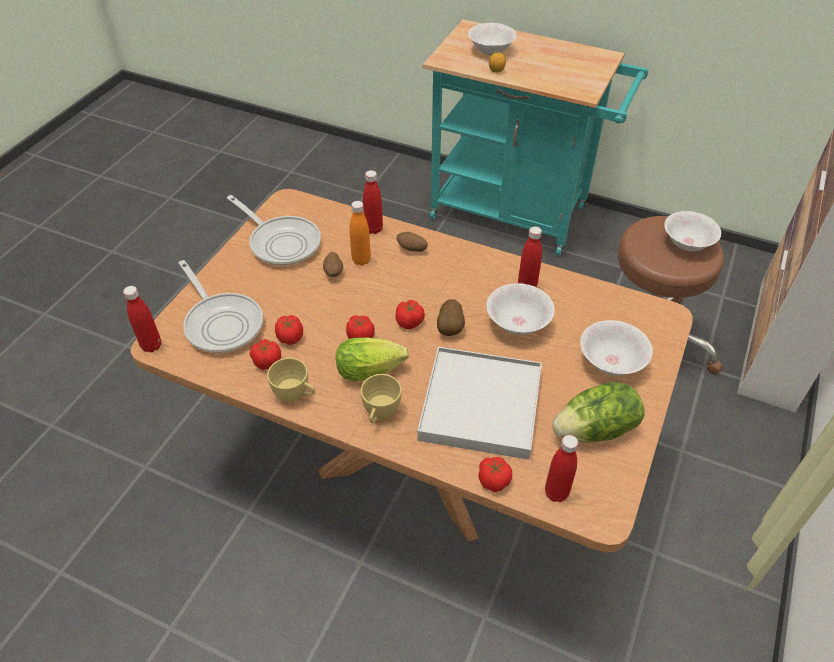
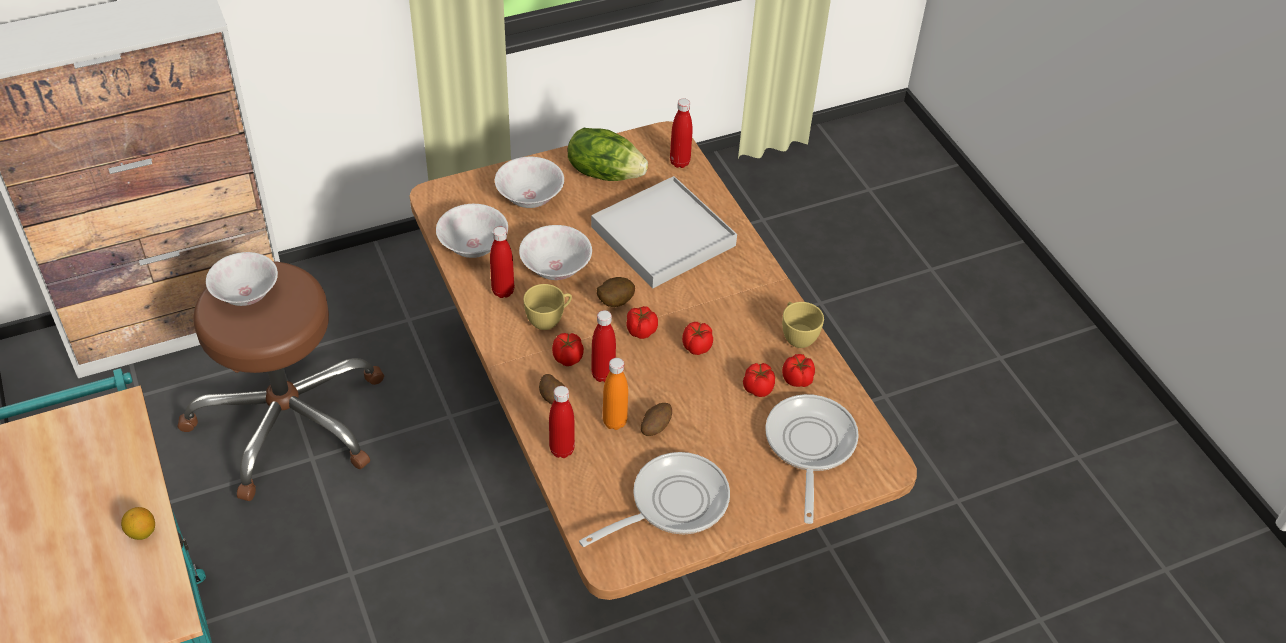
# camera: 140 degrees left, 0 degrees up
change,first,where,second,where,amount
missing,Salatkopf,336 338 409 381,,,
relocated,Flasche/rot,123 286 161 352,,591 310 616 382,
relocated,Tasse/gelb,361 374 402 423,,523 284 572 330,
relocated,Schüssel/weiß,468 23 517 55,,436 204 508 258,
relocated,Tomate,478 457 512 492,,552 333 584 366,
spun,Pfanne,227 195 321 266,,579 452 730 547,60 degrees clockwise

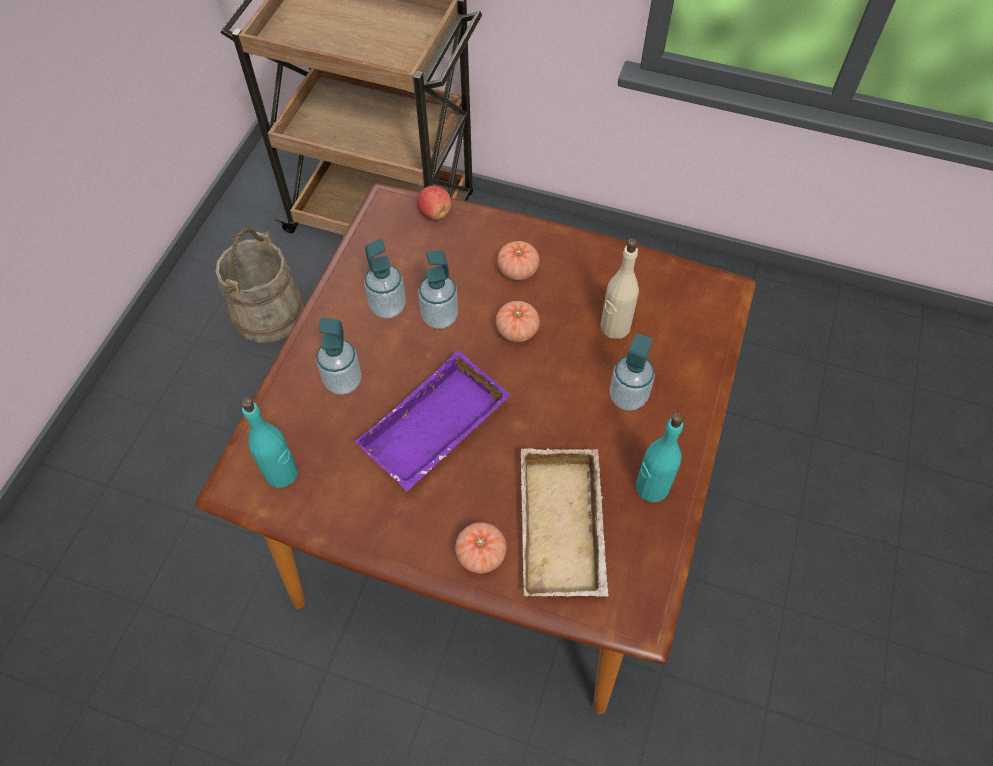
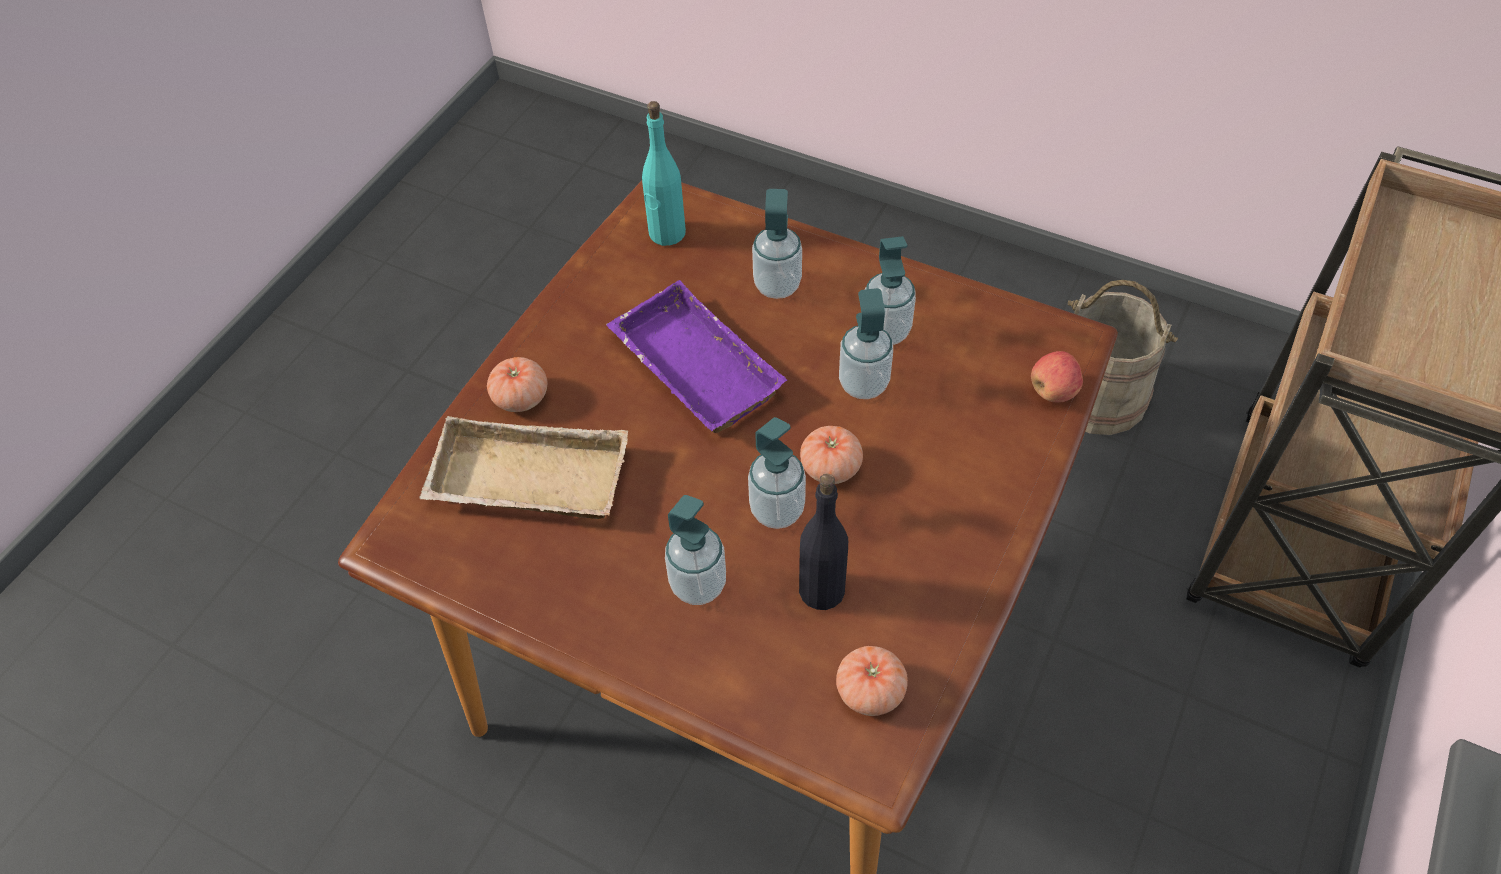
# camera: 100 degrees right, 5 degrees down
change,first,where,second,where,amount
missing,Flasche/türkis,636 413 684 502,,,
appeared,,,Seifenspender,748 417 806 529,
relocated,Tomate,497 241 539 280,,836 646 908 716,
colour,Flasche/beige,600 238 639 339,Flasche/schwarz,799 474 848 610,

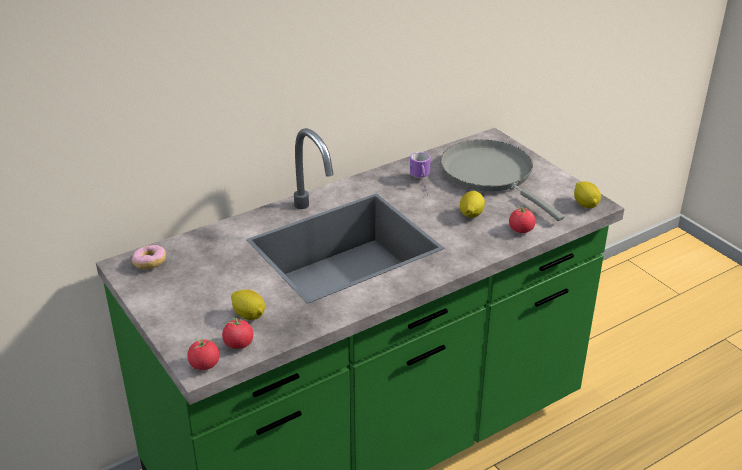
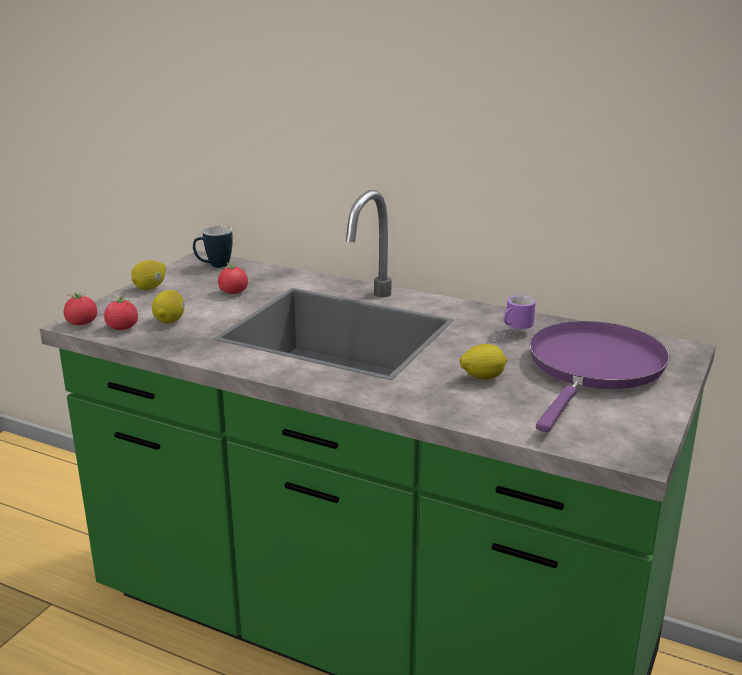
# camera: 60 degrees right, 10 degrees down
change,first,where,second,where,amount
relocated,Tomate,509 205 535 233,,218 261 248 294,
relocated,Zitrone,574 181 601 208,,131 260 166 290,
exchanged,Donut,132 245 166 269,Henkelbecher,193 226 233 268,
colour,Pfanne/grau,441 140 565 221,Pfanne/lila,529 321 670 432,

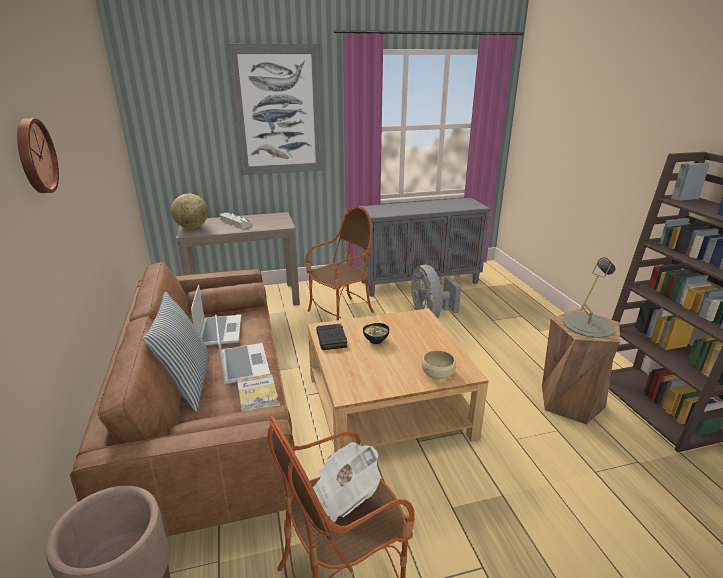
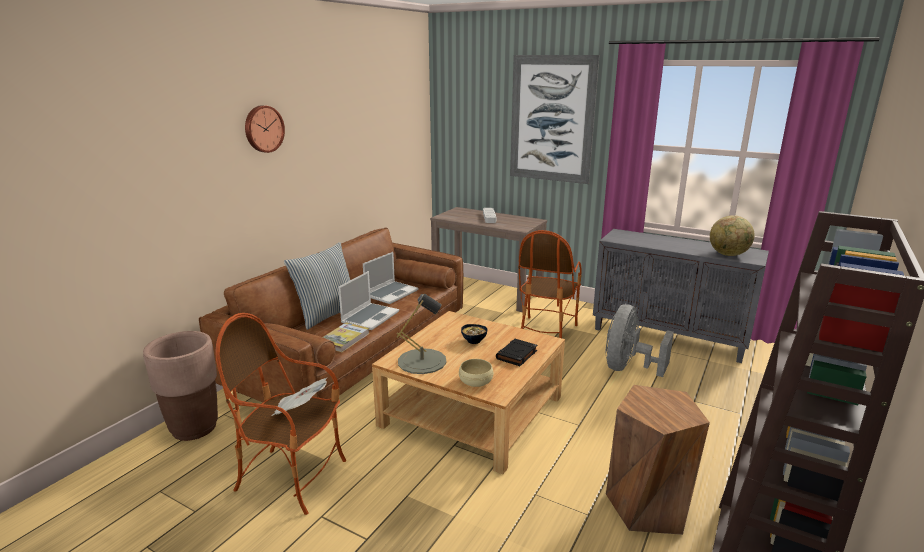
# camera: 45 degrees right, 5 degrees down
change,first,where,second,where,amount
relocated,Globus,171 193 208 229,,710 215 755 256,
relocated,Buch/schwarz,316 324 347 350,,496 339 537 366,
relocated,Tischlampe/grau,563 257 616 338,,397 293 447 374,
spun,Sessel,305 206 374 320,,518 230 582 338,105 degrees clockwise

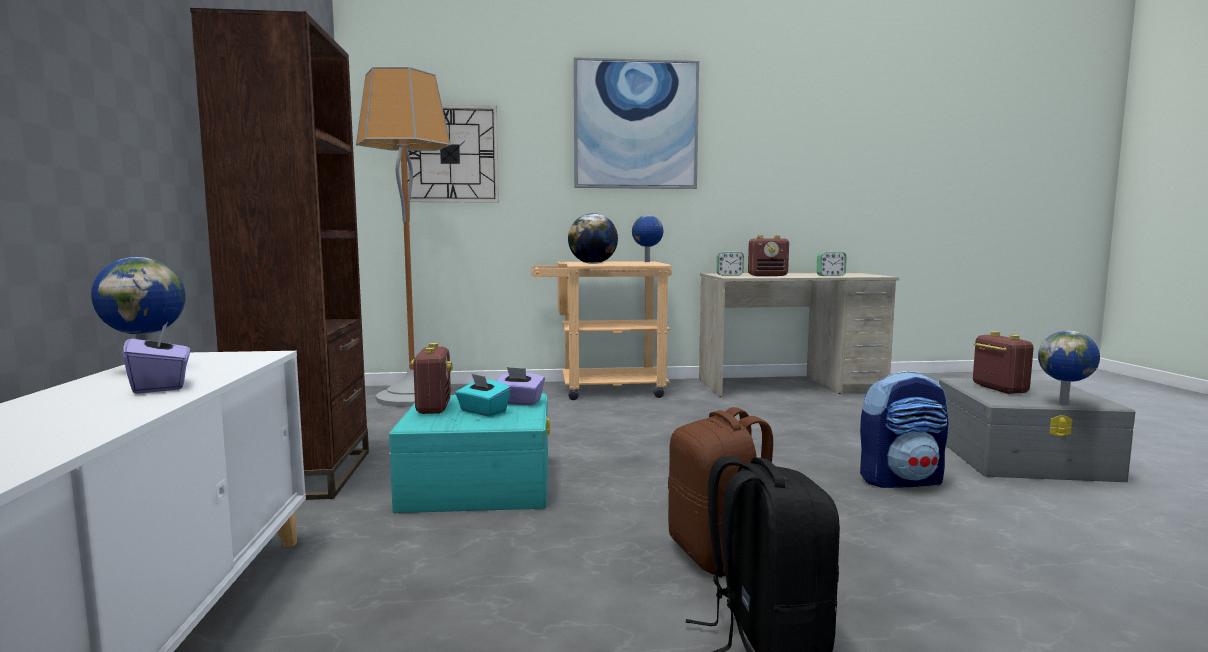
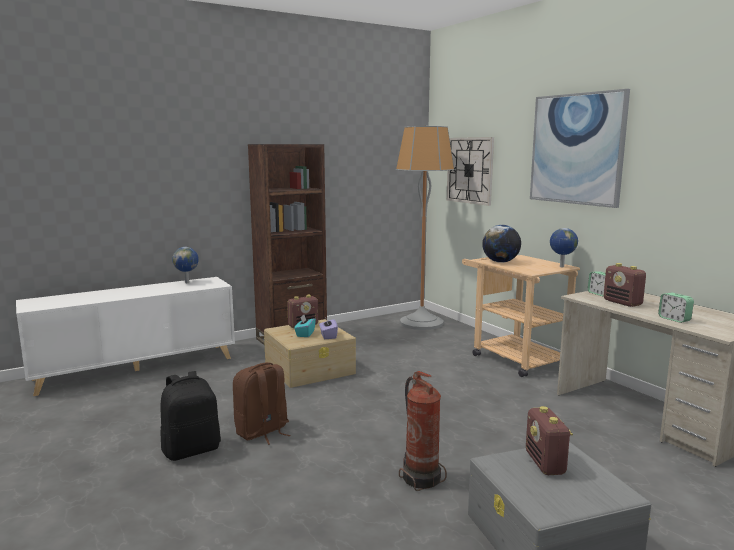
# camera: 65 degrees right, 5 degrees up
change,first,where,second,where,amount
missing,Taschentuchbox/lila,123 322 190 394,,,
missing,Globus,1038 331 1100 405,,,
exchanged,Rucksack,860 371 949 488,Feuerlöscher,399 371 447 491,
colour,Aufbewahrungsbox/türkis,389 393 550 513,Aufbewahrungsbox/beige,264 319 356 388,
spun,Radio,973 331 1034 394,,526 406 573 475,120 degrees clockwise

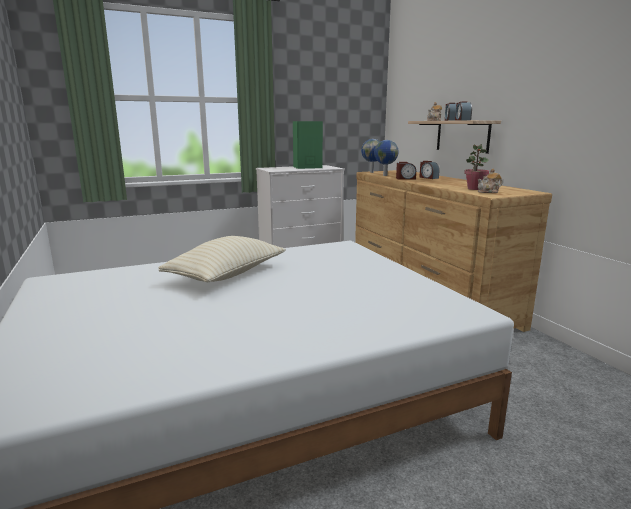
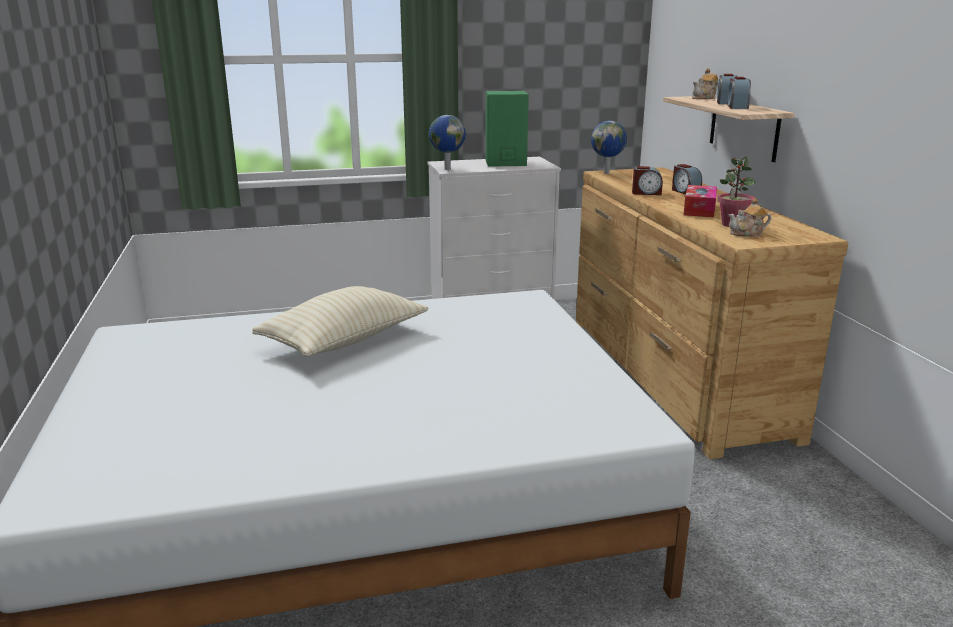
# camera: 10 degrees right, 5 degrees up
change,first,where,second,where,amount
appeared,,,Taschentuchbox,684 185 717 217,
relocated,Globus,374 140 399 176,,429 115 466 170,

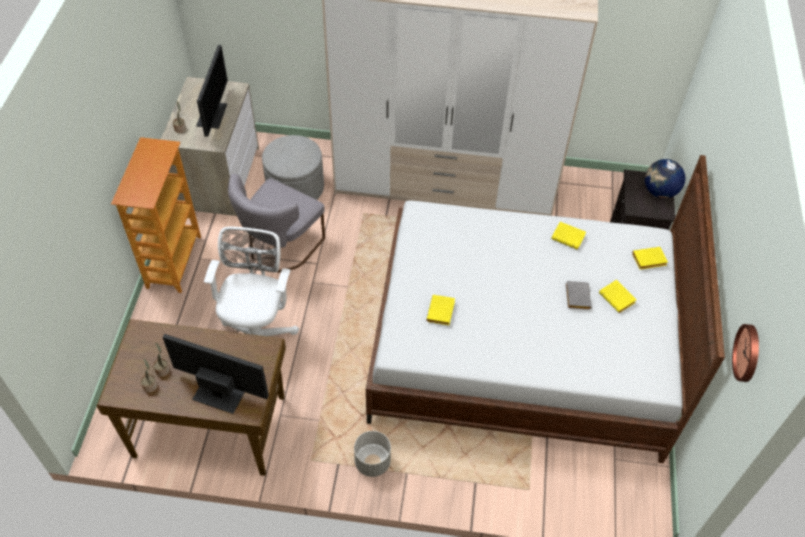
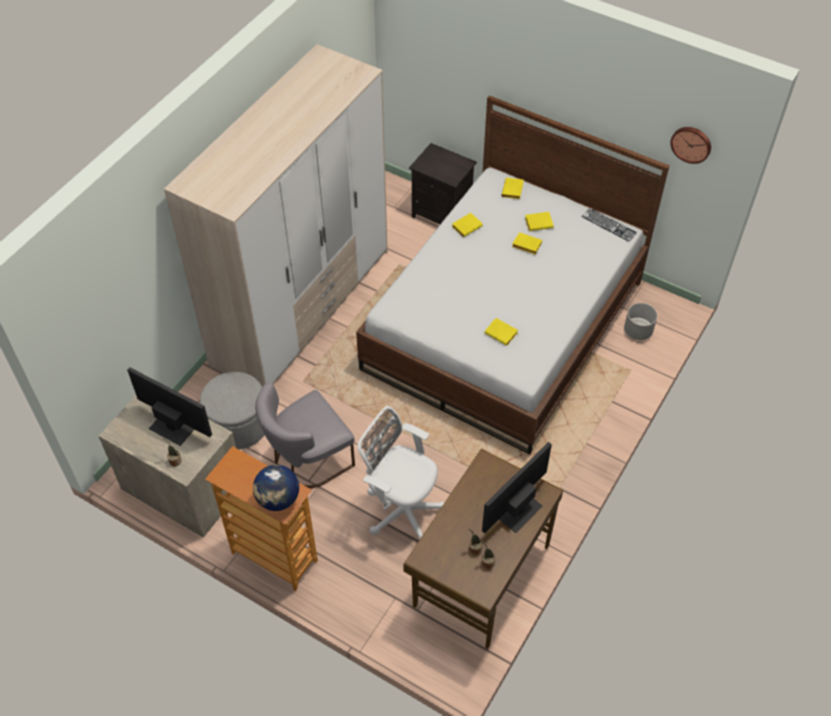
# camera: 65 degrees left, 0 degrees up
change,first,where,second,where,amount
appeared,,,Tastatur,582 208 637 242,
relocated,Pflanzkübel/grau,354 431 391 477,,624 303 657 340,
relocated,Globus,645 159 685 198,,253 465 299 511,
colour,Buch/grau,566 281 591 310,Buch/gelb,512 232 542 254,
spun,Stuhl/grau,228 174 325 273,,255 382 355 488,90 degrees clockwise

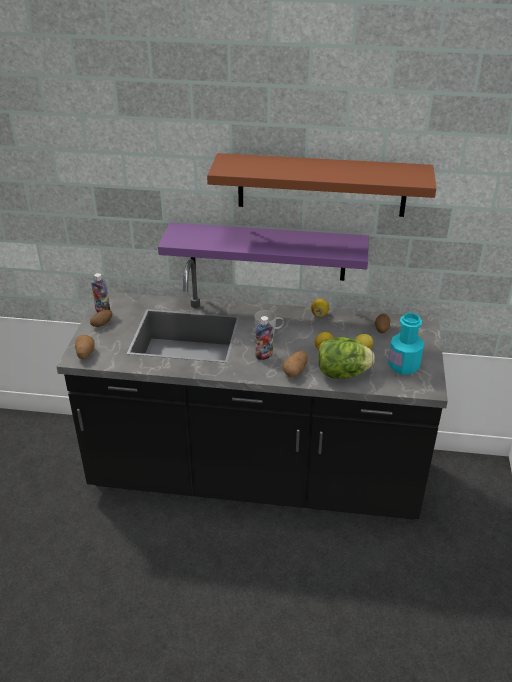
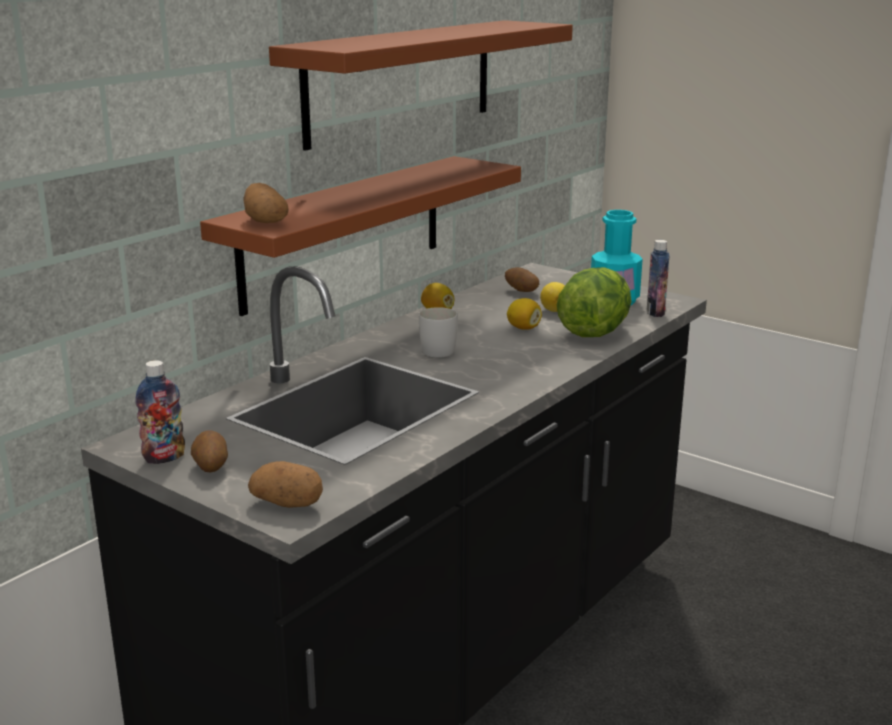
# camera: 60 degrees left, 15 degrees down
change,first,where,second,where,amount
relocated,Flasche,255 316 273 360,,646 240 670 317,
relocated,Kartoffel,283 351 308 377,,243 183 289 223,
colour,Wandregal/lila,158 223 369 281,Wandregal/braun,200 156 521 316,

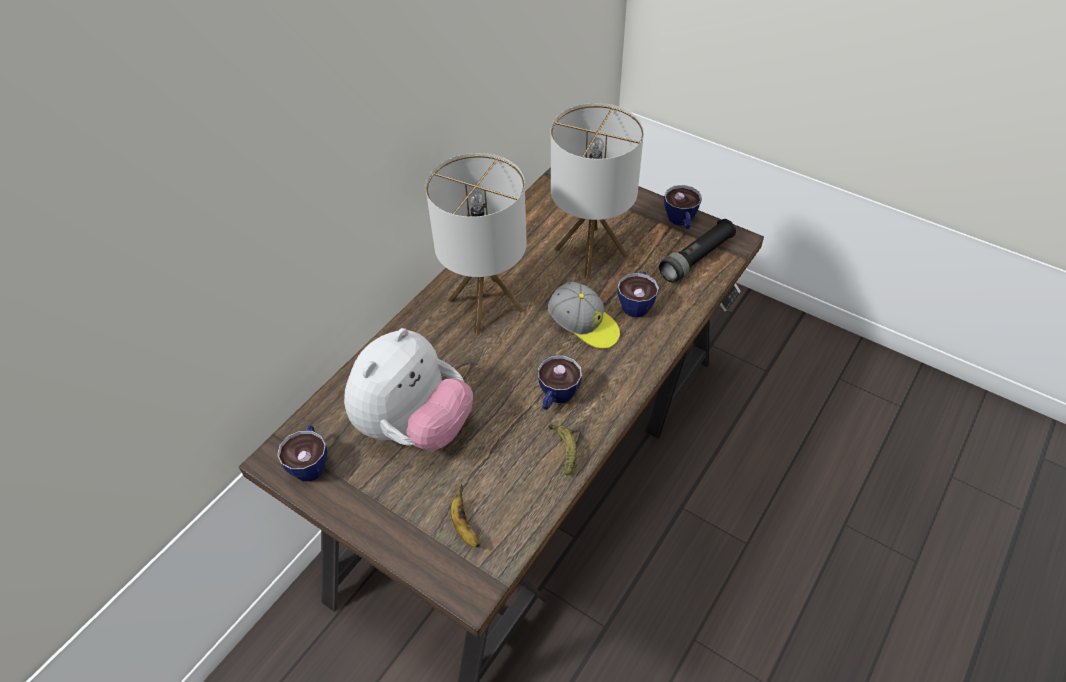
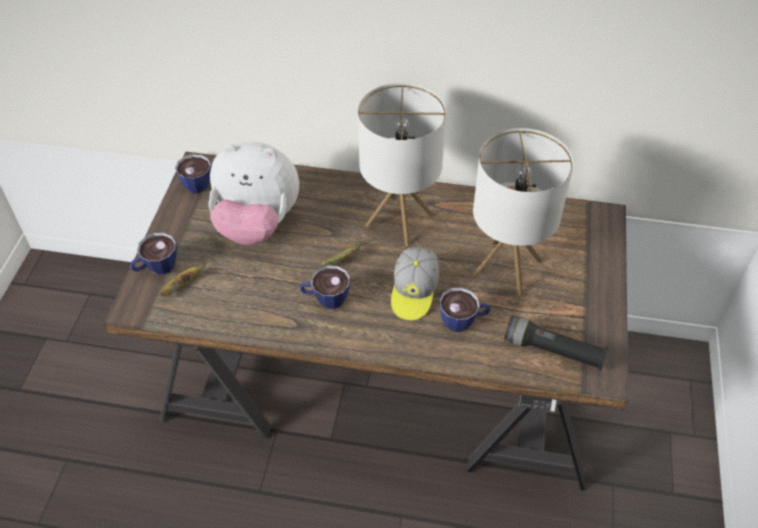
# camera: 65 degrees right, 0 degrees up
change,first,where,second,where,amount
relocated,Banane,548 424 576 475,,321 240 362 266,
relocated,Tasse,664 185 702 229,,130 233 177 275,

